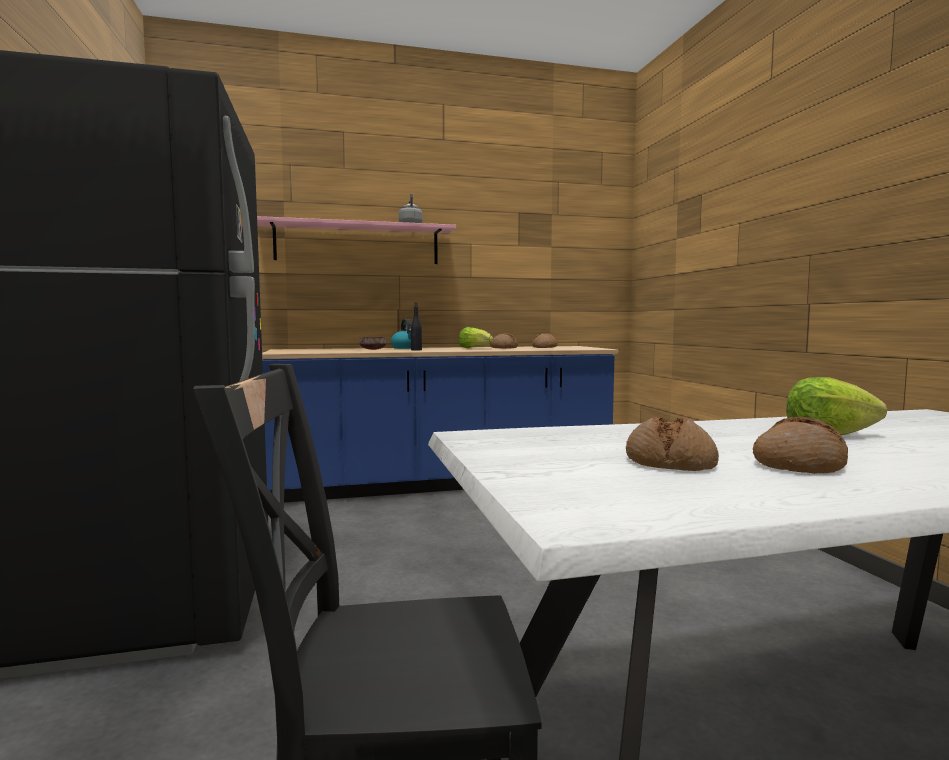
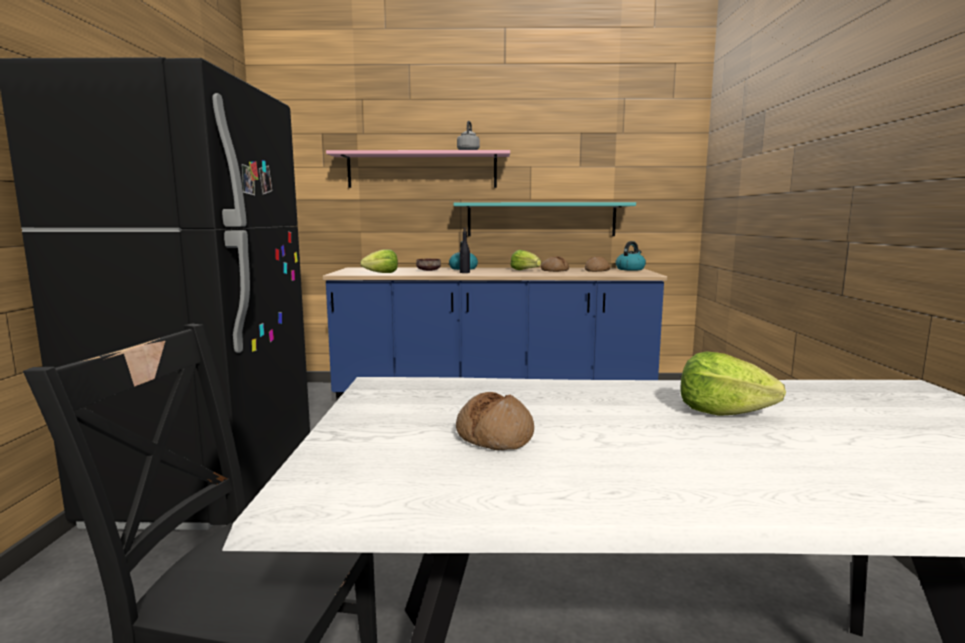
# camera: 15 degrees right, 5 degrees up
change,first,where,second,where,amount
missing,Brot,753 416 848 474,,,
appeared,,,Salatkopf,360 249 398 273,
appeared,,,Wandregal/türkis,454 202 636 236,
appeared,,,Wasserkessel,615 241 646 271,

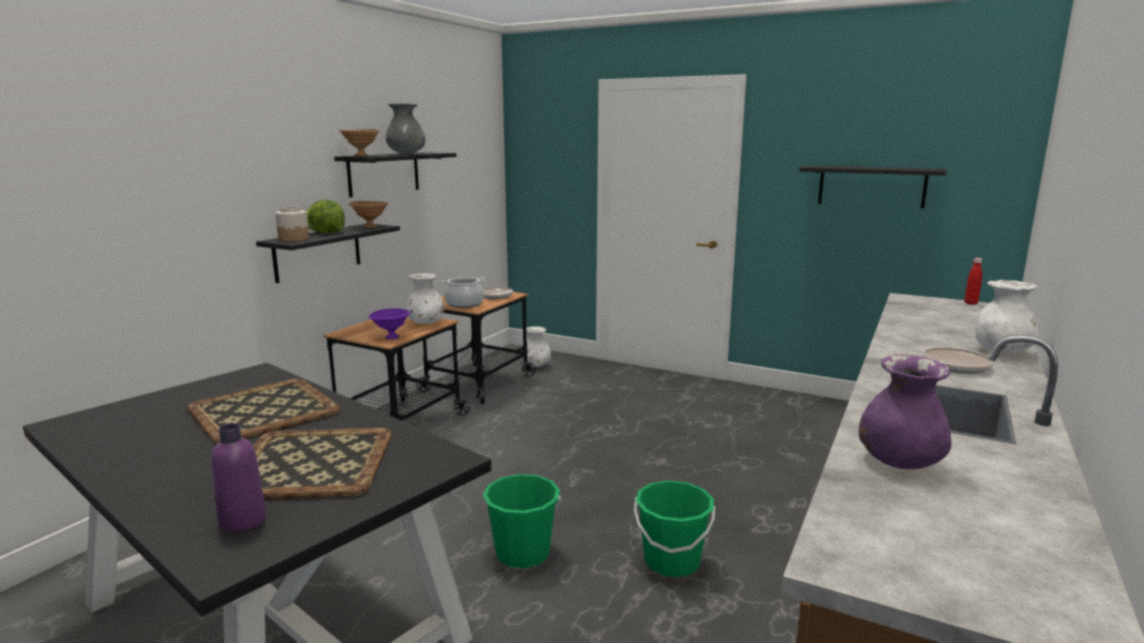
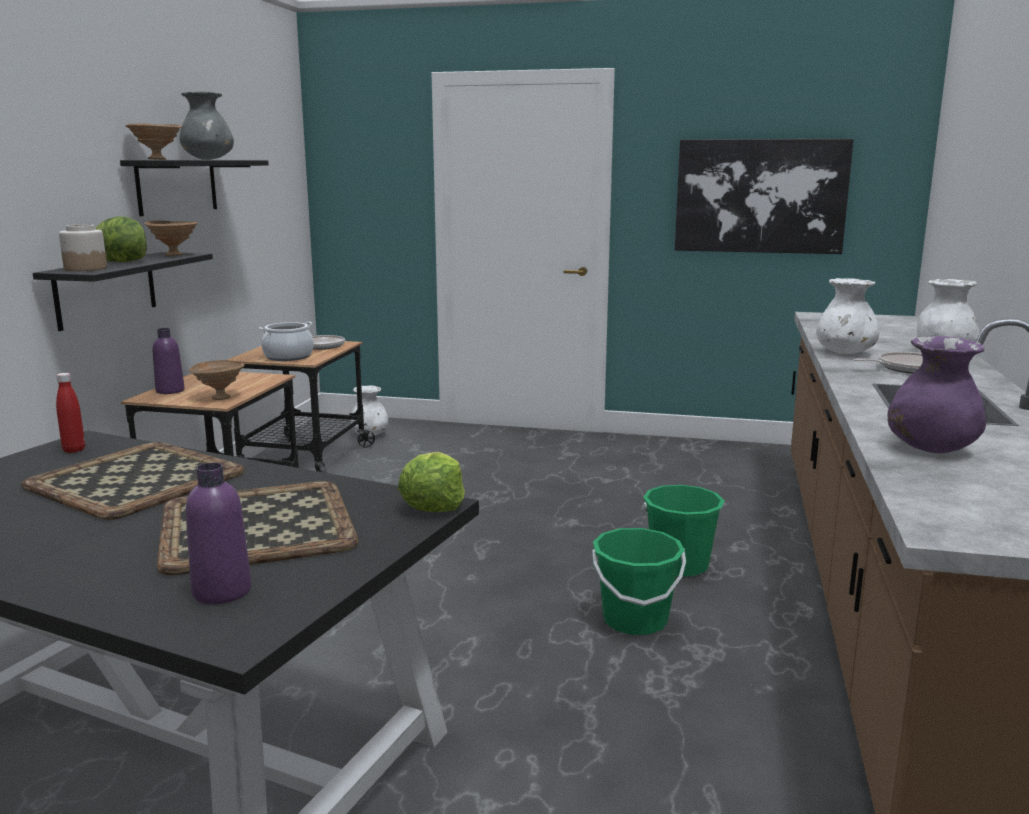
# camera: 15 degrees left, 0 degrees up
change,first,where,second,where,amount
appeared,,,Flasche/lila,152 328 185 394,
appeared,,,Salatkopf,398 452 465 512,
relocated,Vase/weiß,406 273 444 324,,816 278 879 354,
relocated,Eimer/grün,483 474 562 568,,641 485 725 577,
relocated,Flasche/rot,964 258 982 305,,56 373 85 453,
exchanged,Wandregal/schwarz,799 165 947 209,Bild,675 139 854 254,
colour,Schüssel/lila,369 308 410 339,Schüssel/braun,189 360 245 400,

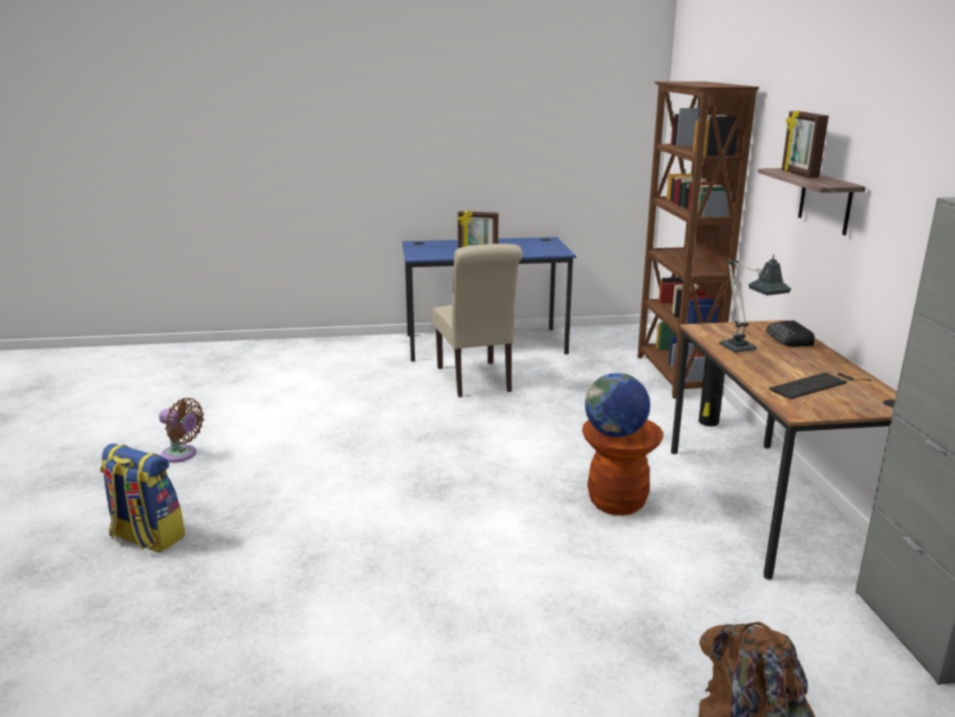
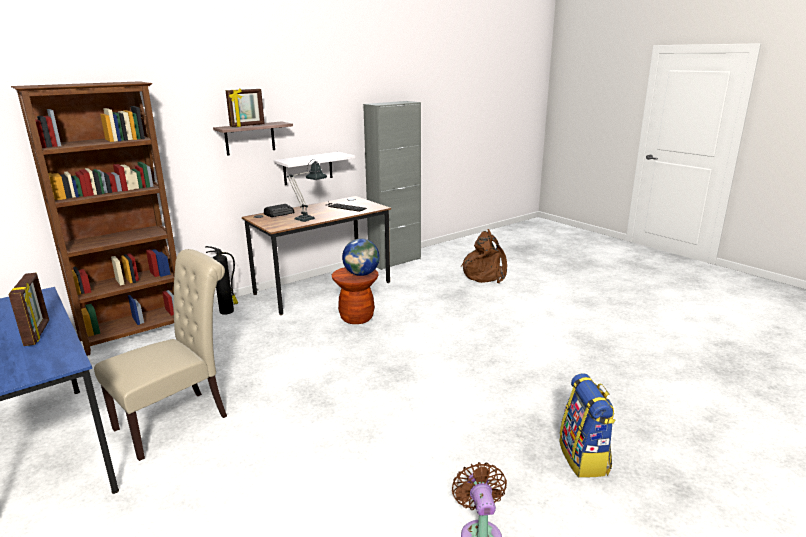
# camera: 120 degrees left, 0 degrees up
change,first,where,second,where,amount
appeared,,,Wandregal/weiß,273 152 355 185,

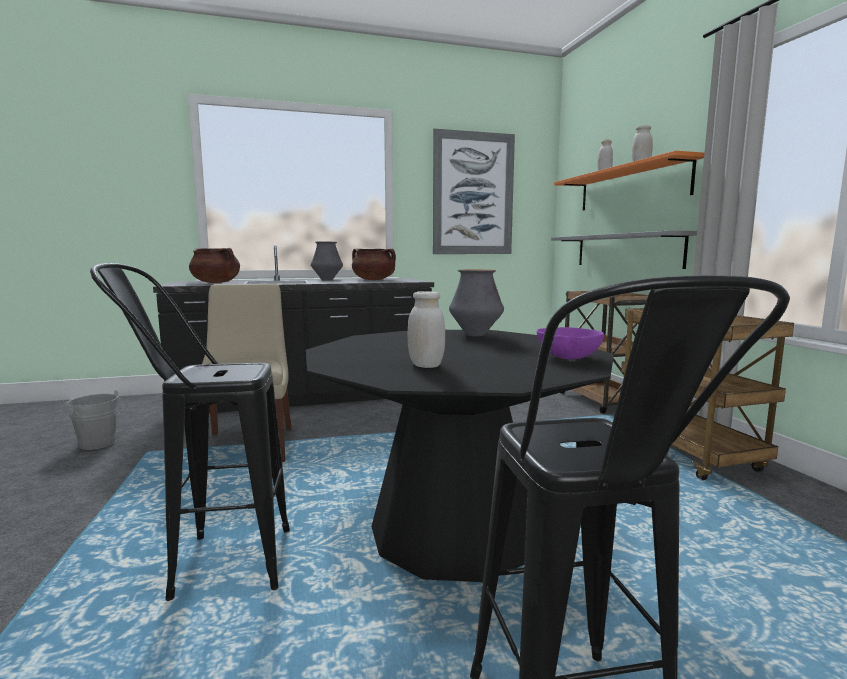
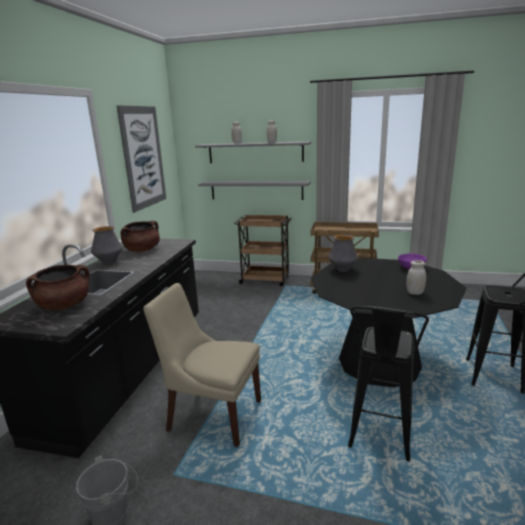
# camera: 60 degrees left, 10 degrees up
change,first,where,second,where,amount
colour,Wandregal/orange,554 151 704 210,Wandregal/grau,195 141 311 163,

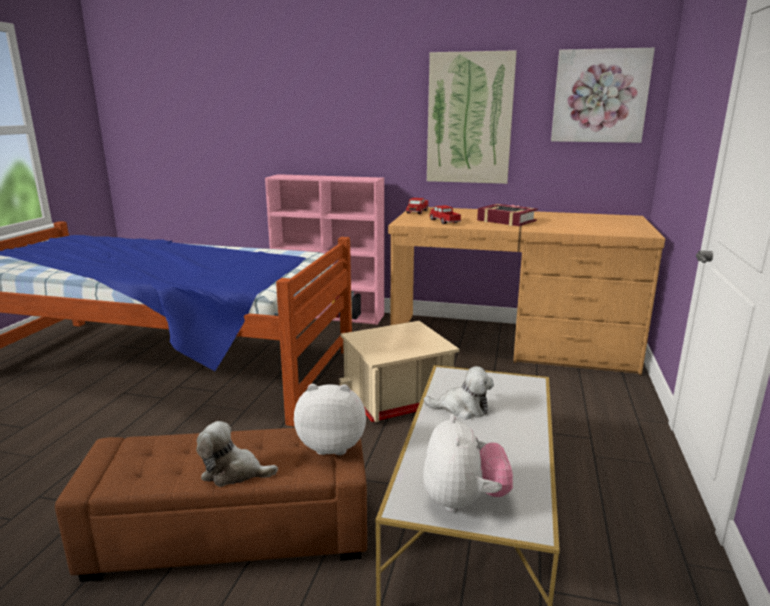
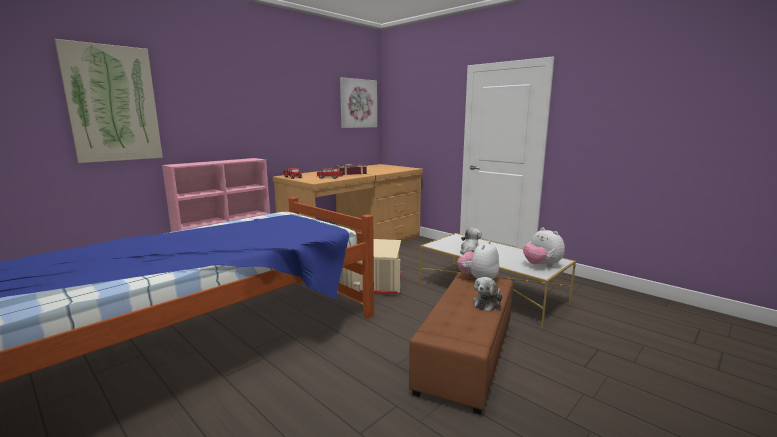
# camera: 60 degrees left, 5 degrees down
change,first,where,second,where,amount
relocated,Bild,427 50 517 184,,54 39 163 163,
spun,Plüschtier,423 414 513 513,,523 227 565 267,150 degrees counterclockwise

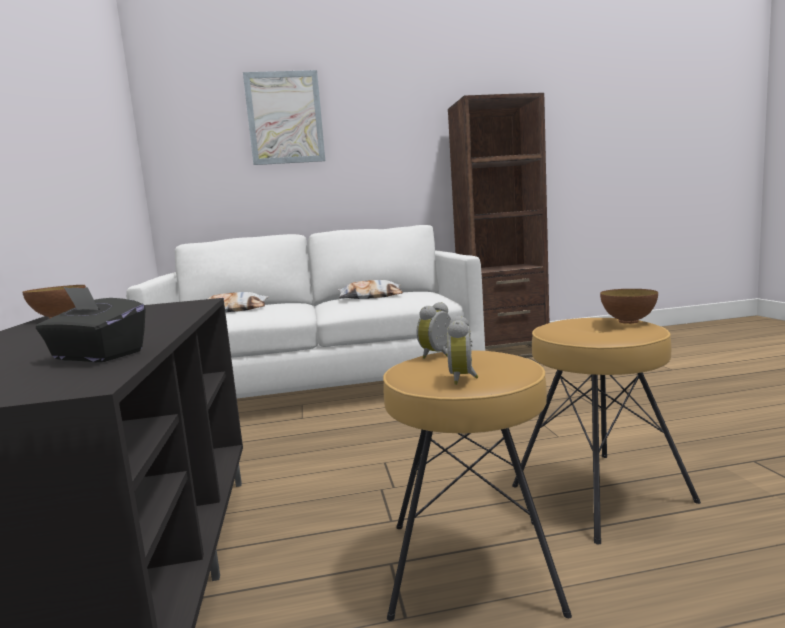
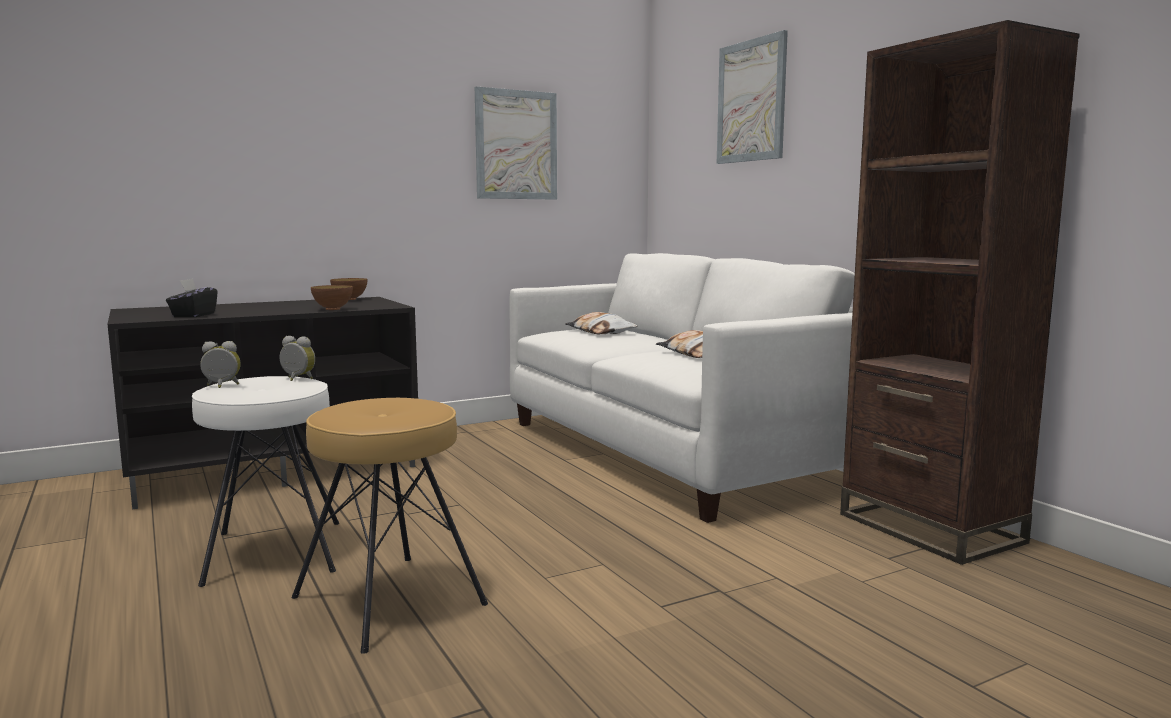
# camera: 70 degrees right, 0 degrees up
change,first,where,second,where,amount
appeared,,,Bild,475 86 557 200,
relocated,Schüssel,600 289 658 324,,311 285 353 310,
colour,Hocker/braun,383 350 572 621,Hocker/weiß,192 376 339 587,

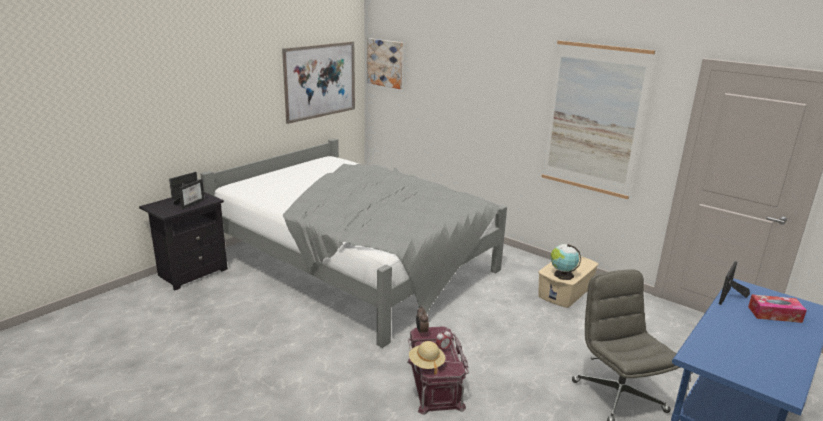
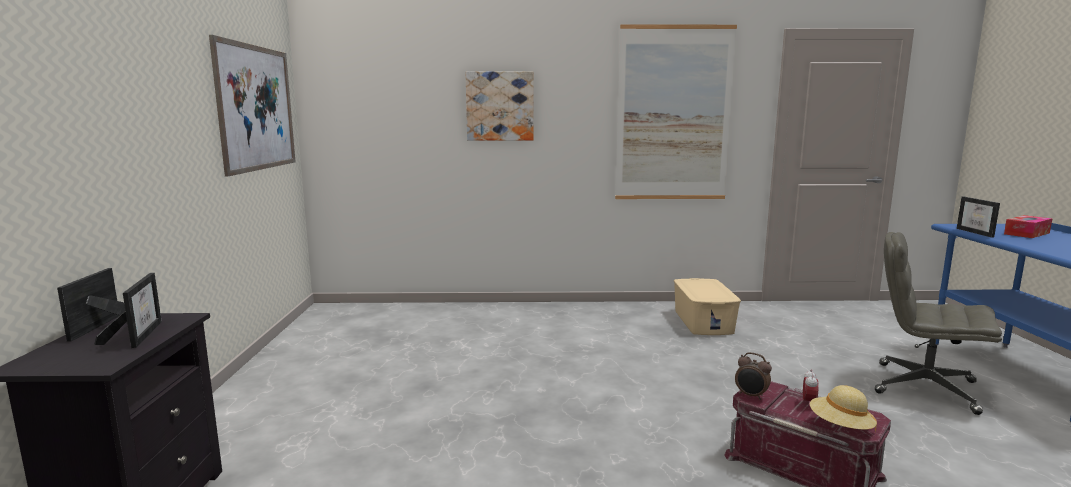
# camera: 40 degrees left, 10 degrees down
change,first,where,second,where,amount
missing,Bett/grau,200 138 507 348,,,
missing,Globus,550 244 581 280,,,
relocated,Bild,367 38 403 89,,466 72 534 141,

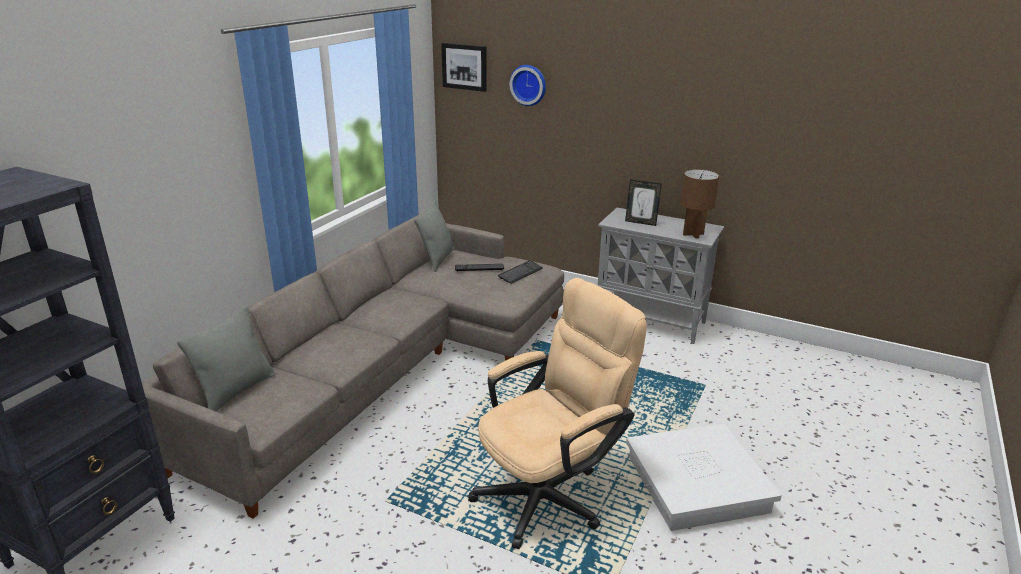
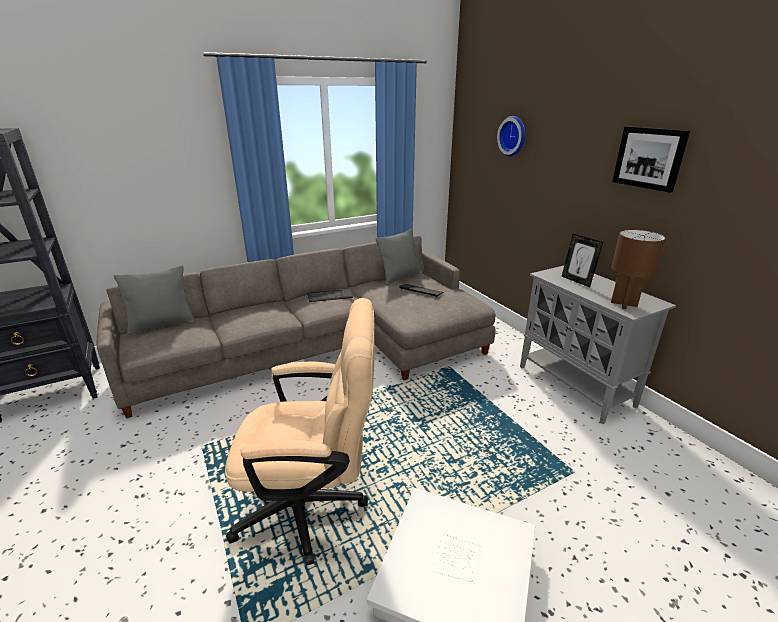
# camera: 35 degrees right, 0 degrees up
change,first,where,second,where,amount
relocated,Bild,441 43 487 92,,612 126 690 193,
relocated,Tastatur,498 260 543 284,,308 289 353 302,

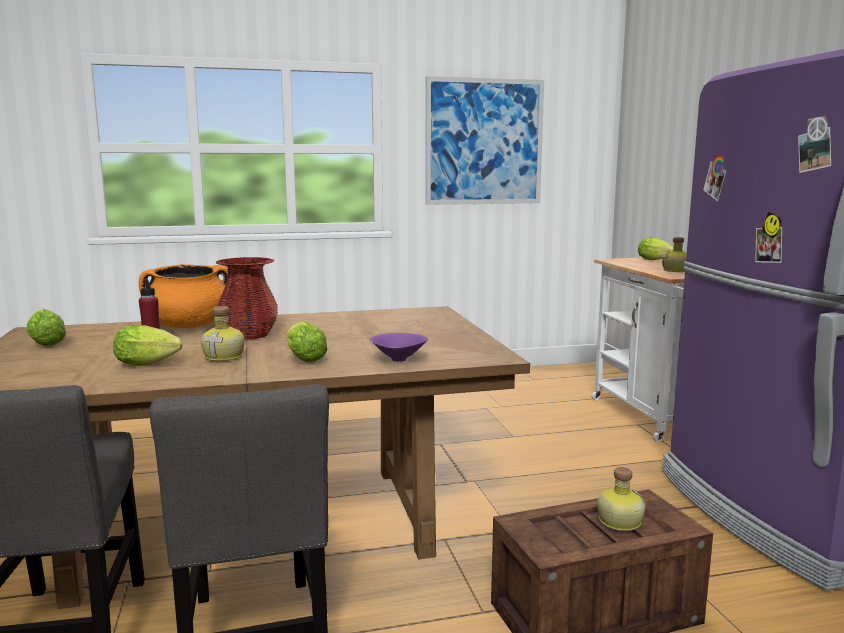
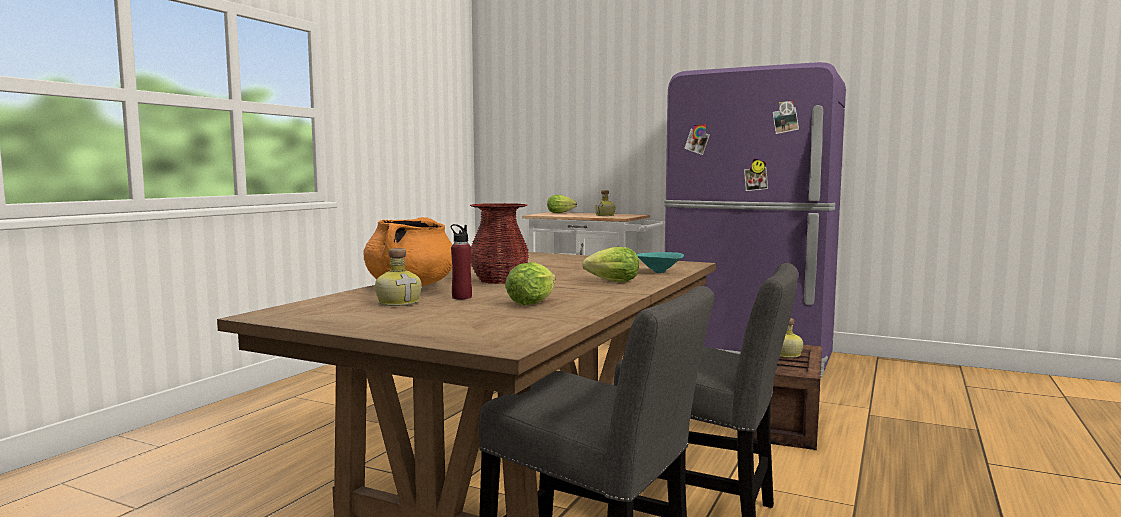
# camera: 50 degrees left, 5 degrees down
change,first,where,second,where,amount
missing,Salatkopf,26 309 66 346,,,
missing,Bild,426 76 544 205,,,
relocated,Flasche,201 306 245 361,,375 248 421 306,
colour,Schüssel/lila,370 333 428 362,Schüssel/türkis,637 252 684 273,

